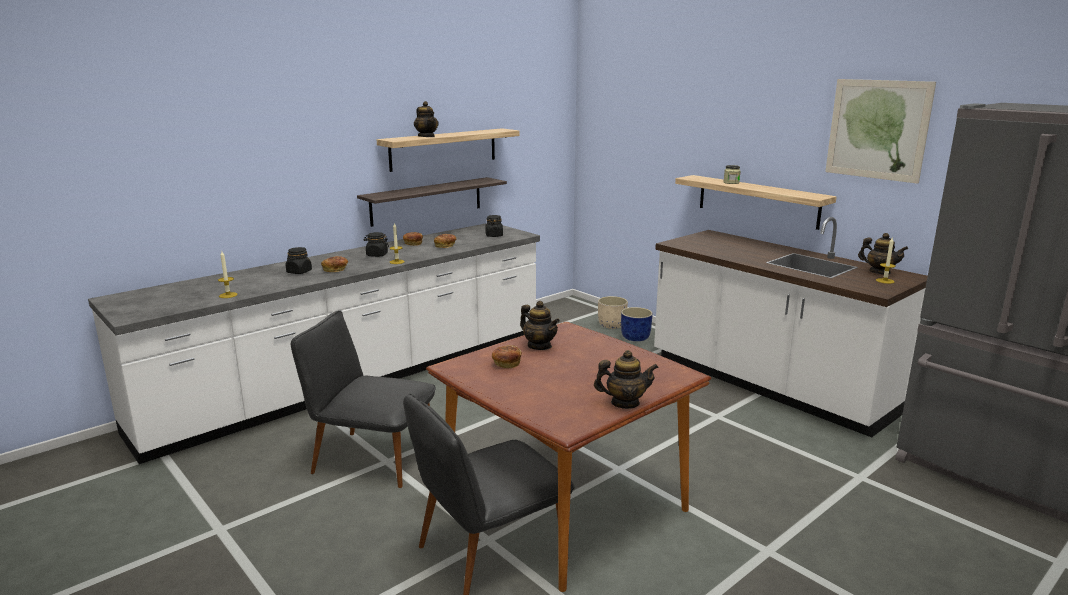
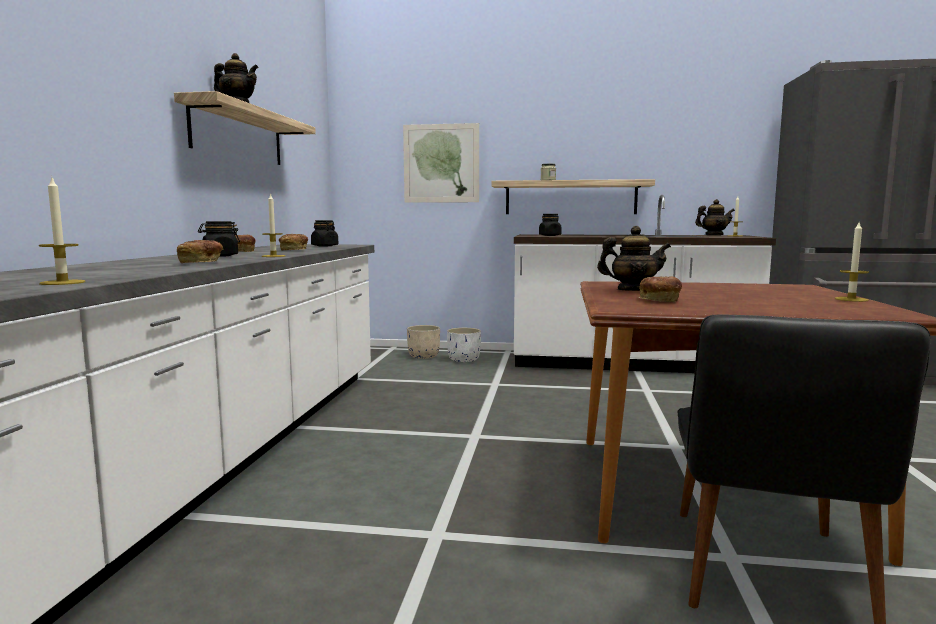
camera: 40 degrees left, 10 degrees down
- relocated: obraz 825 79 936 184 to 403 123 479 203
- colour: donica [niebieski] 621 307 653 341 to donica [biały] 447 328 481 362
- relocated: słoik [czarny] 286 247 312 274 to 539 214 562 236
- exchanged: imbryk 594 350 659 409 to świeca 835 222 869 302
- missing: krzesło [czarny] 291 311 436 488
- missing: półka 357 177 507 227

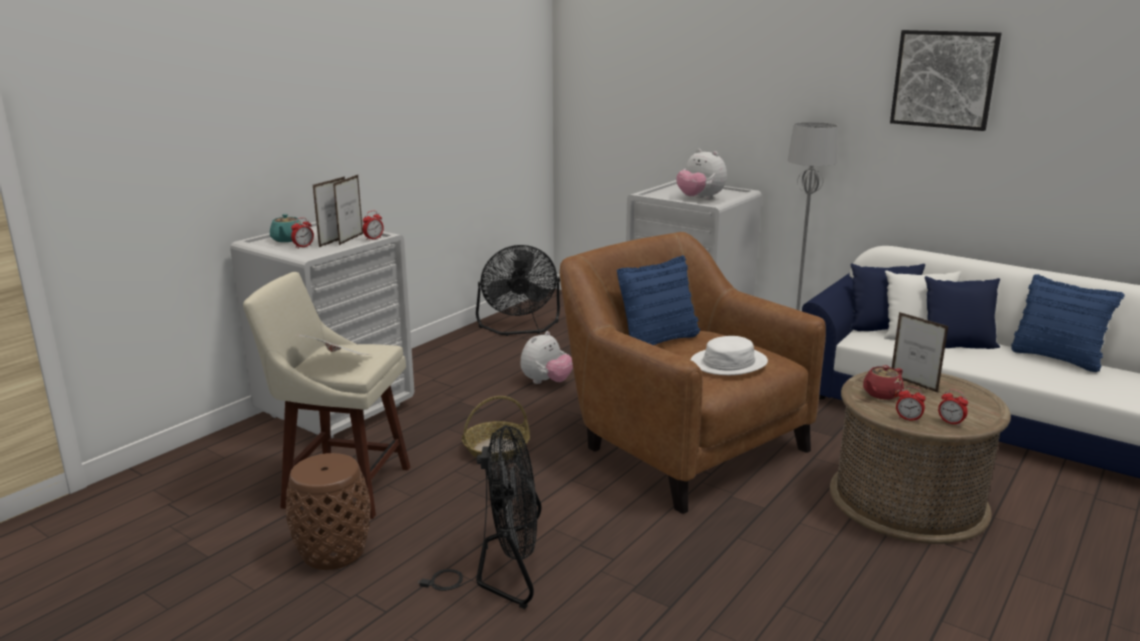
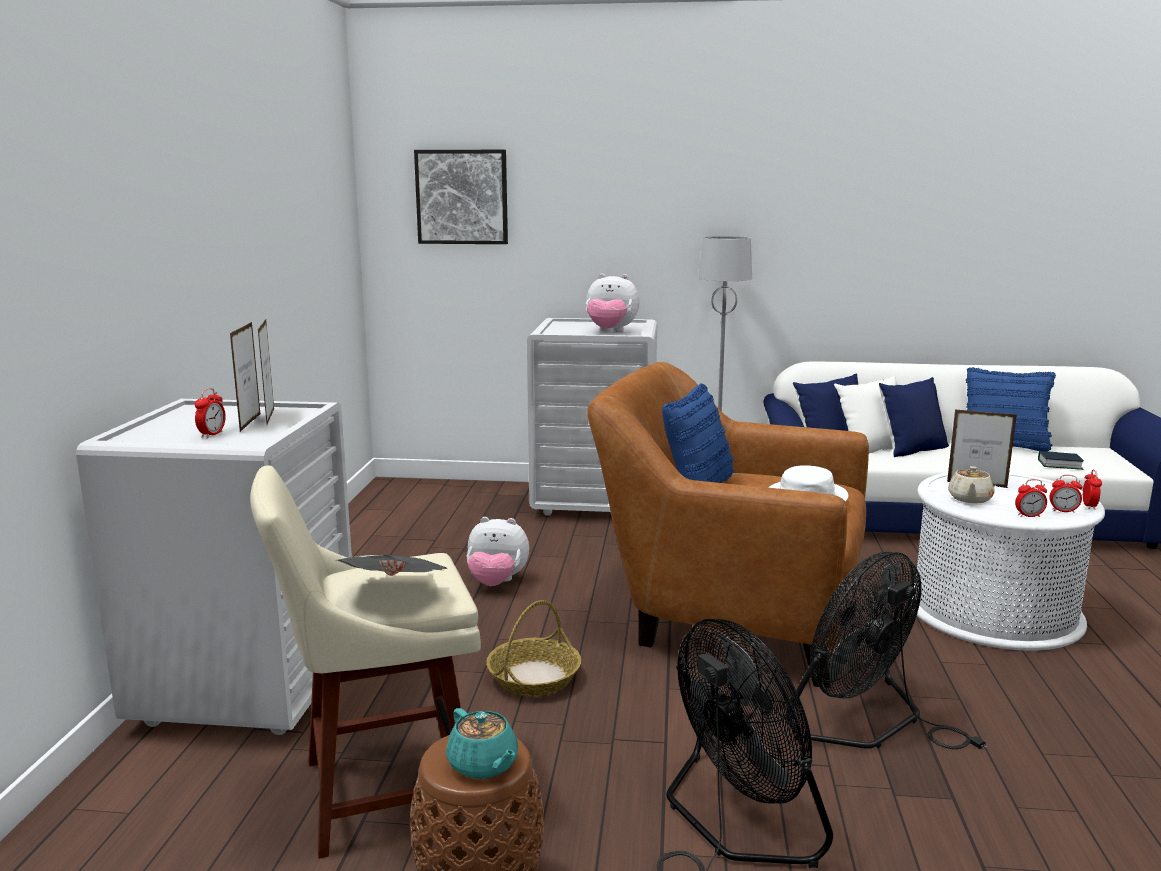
camera: 30 degrees left, 5 degrees down
- relocated: obraz 890 30 1001 131 to 414 150 508 244
- relocated: imbryk [turkusowy] 270 214 301 242 to 446 708 518 779
- spun: pluszak 521 331 573 384 = 467 517 529 586 90 degrees clockwise
- relocated: wentylator [czarny] 476 245 560 336 to 786 552 987 749
- colour: ława [brązowy] 830 371 1011 544 to ława [biały] 912 472 1105 651
- colour: imbryk [czerwony] 863 365 904 400 to imbryk [beżowy] 948 466 994 503
- appeared: książka 1038 451 1084 470
- relocated: budzik 363 211 384 240 to 1083 469 1102 510

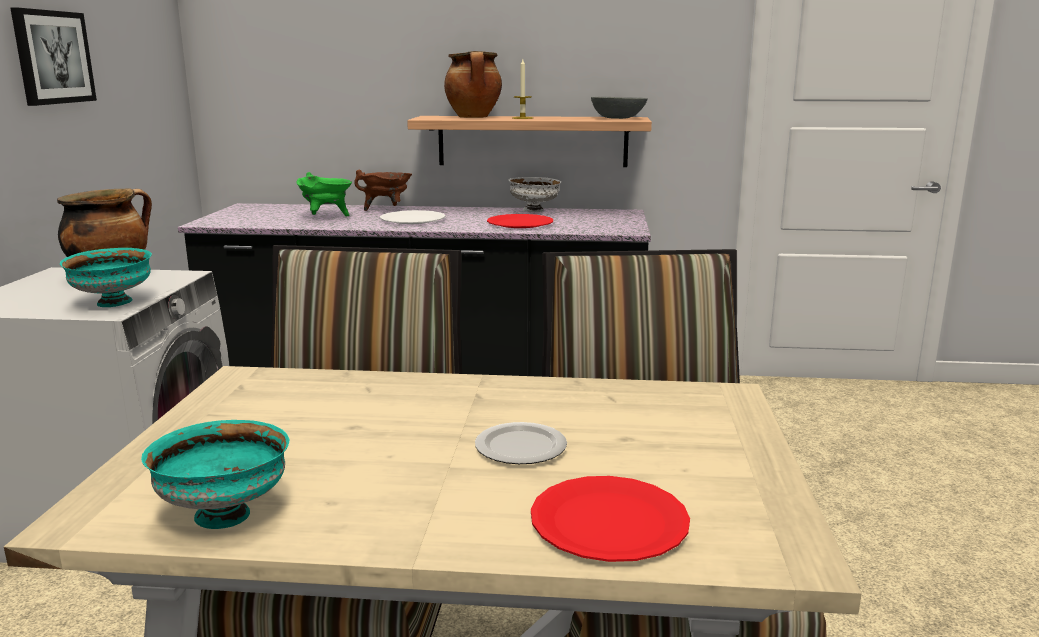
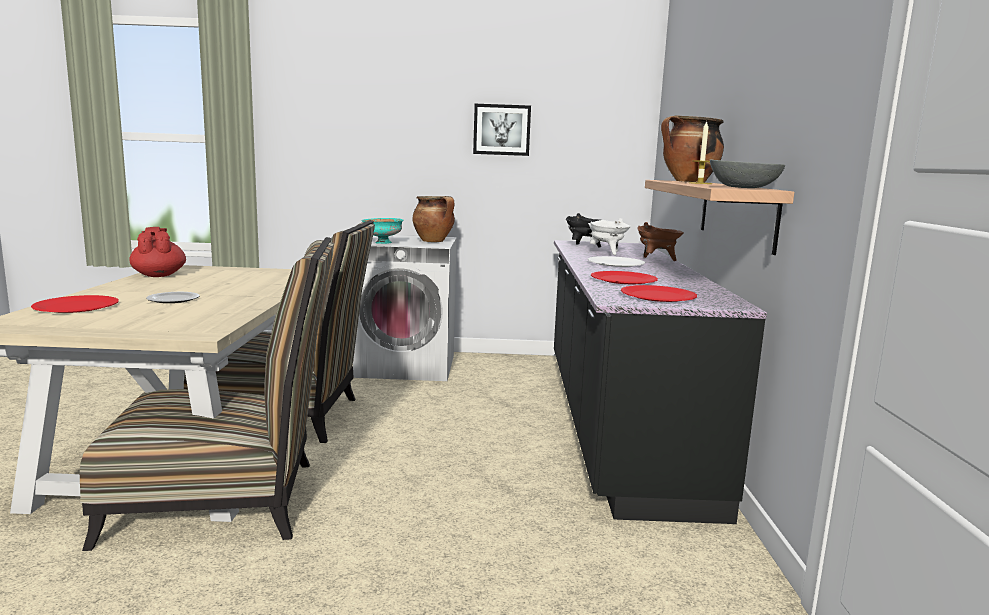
camera: 85 degrees right, 5 degrees down
- exchanged: miska [turkusowy] 141 420 289 529 to imbryk [czerwony] 129 227 186 277
- appeared: garnek [czarny] 566 213 601 248
- colour: garnek [zielony] 296 172 352 217 to garnek [biały] 588 218 631 255
- appeared: talerz [czerwony] 621 285 697 302
- missing: miska [biały] 508 177 561 212

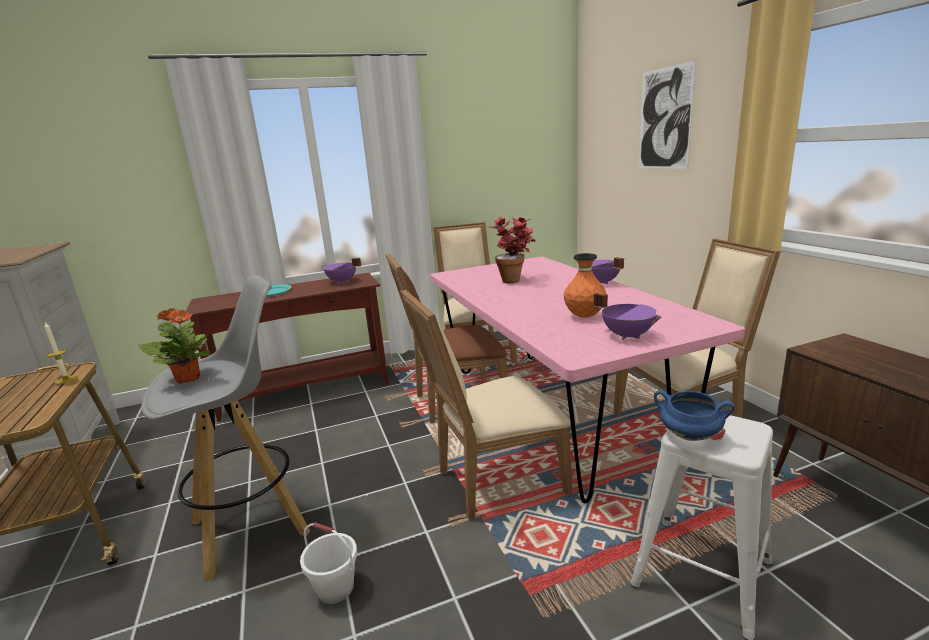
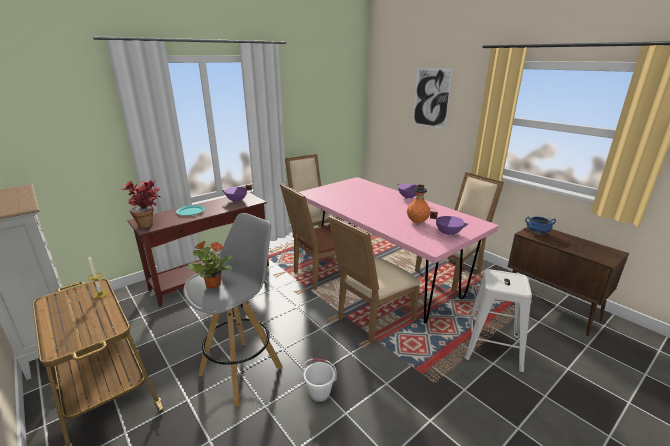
camera: 20 degrees left, 5 degrees up
- relocated: roślina doniczkowa 488 216 536 283 to 120 180 160 229
- relocated: garnek [niebieski] 654 390 735 441 to 525 217 556 235

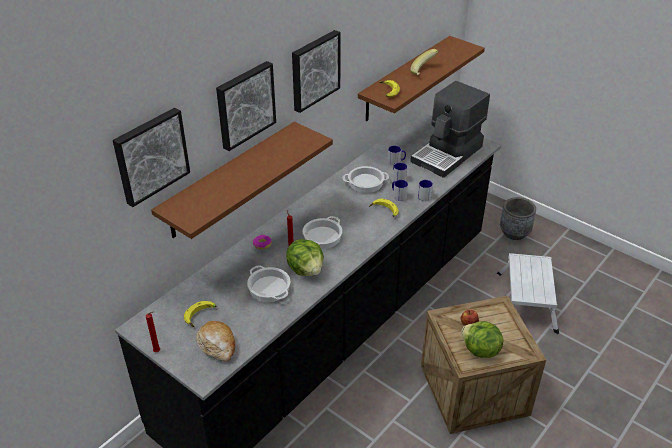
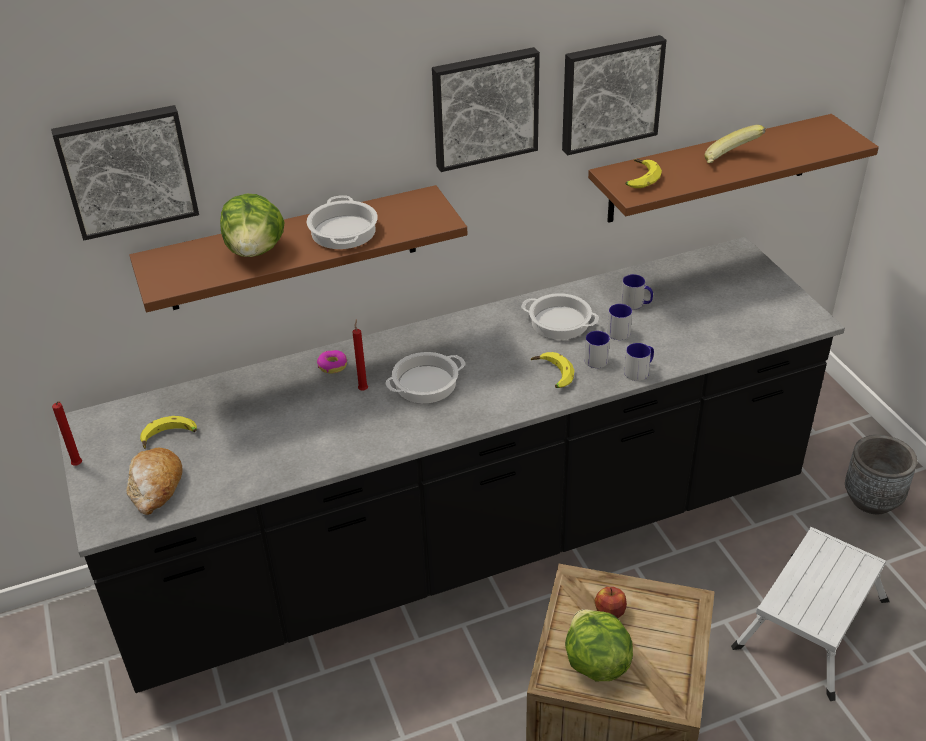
camera: 30 degrees right, 0 degrees up
- relocated: sałata 286 239 324 276 to 220 194 285 257
- relocated: garnek 247 265 290 302 to 307 195 378 249
- relocated: obraz 216 61 276 151 to 562 35 666 155
- missing: ekspres do kawy 410 81 490 178

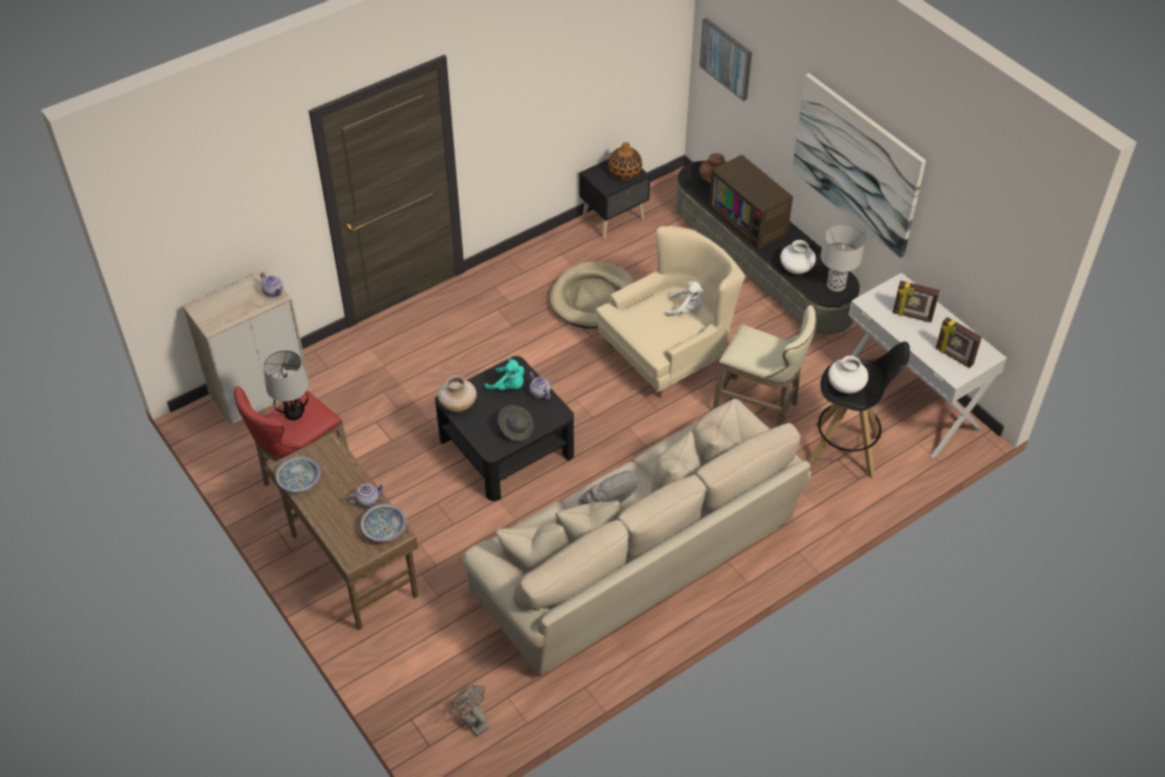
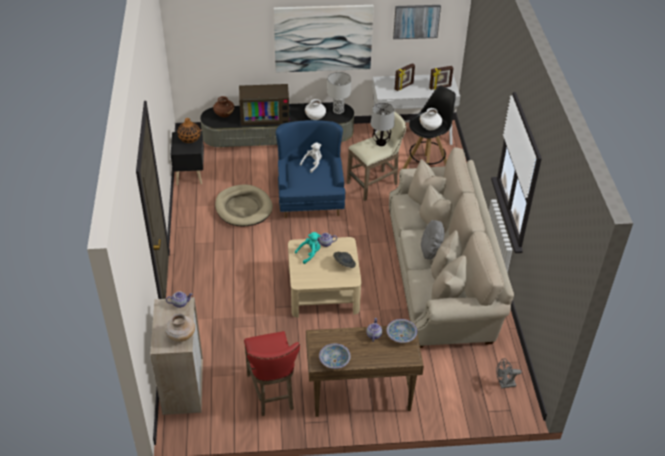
camera: 60 degrees left, 5 degrees down
- relocated: wazon [beżowy] 438 375 477 412 to 165 313 195 342
- colour: fotel [beżowy] 596 226 746 398 to fotel [niebieski] 276 120 346 218
- colour: ława [czarny] 435 356 574 501 to ława [beżowy] 288 237 361 317
- relocated: lampa stołowa 264 350 309 420 to 370 103 395 146
- relocated: obraz 699 18 752 101 to 393 5 441 39

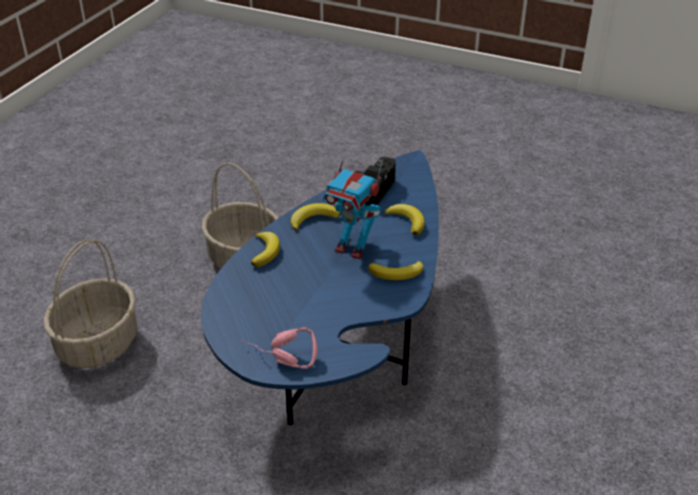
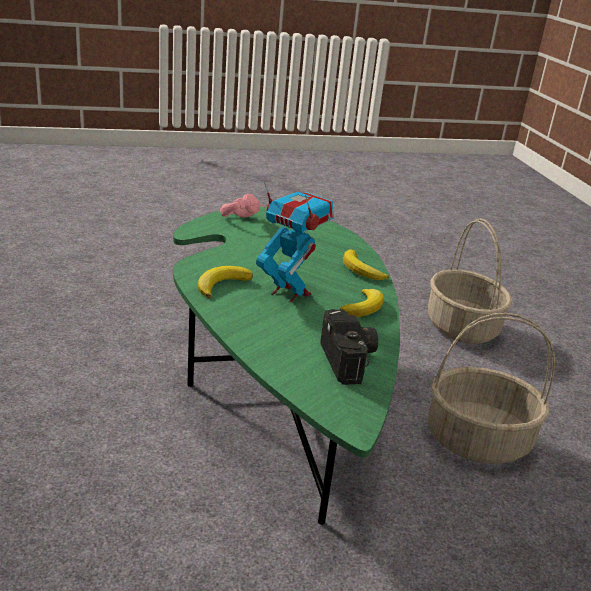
camera: 140 degrees right, 10 degrees down
- colour: ława [niebieski] 201 151 439 425 to ława [zielony] 173 207 400 525
- spun: robot zabawkowy 323 149 383 259 = 256 181 334 303 45 degrees clockwise
- missing: banan 384 204 425 235

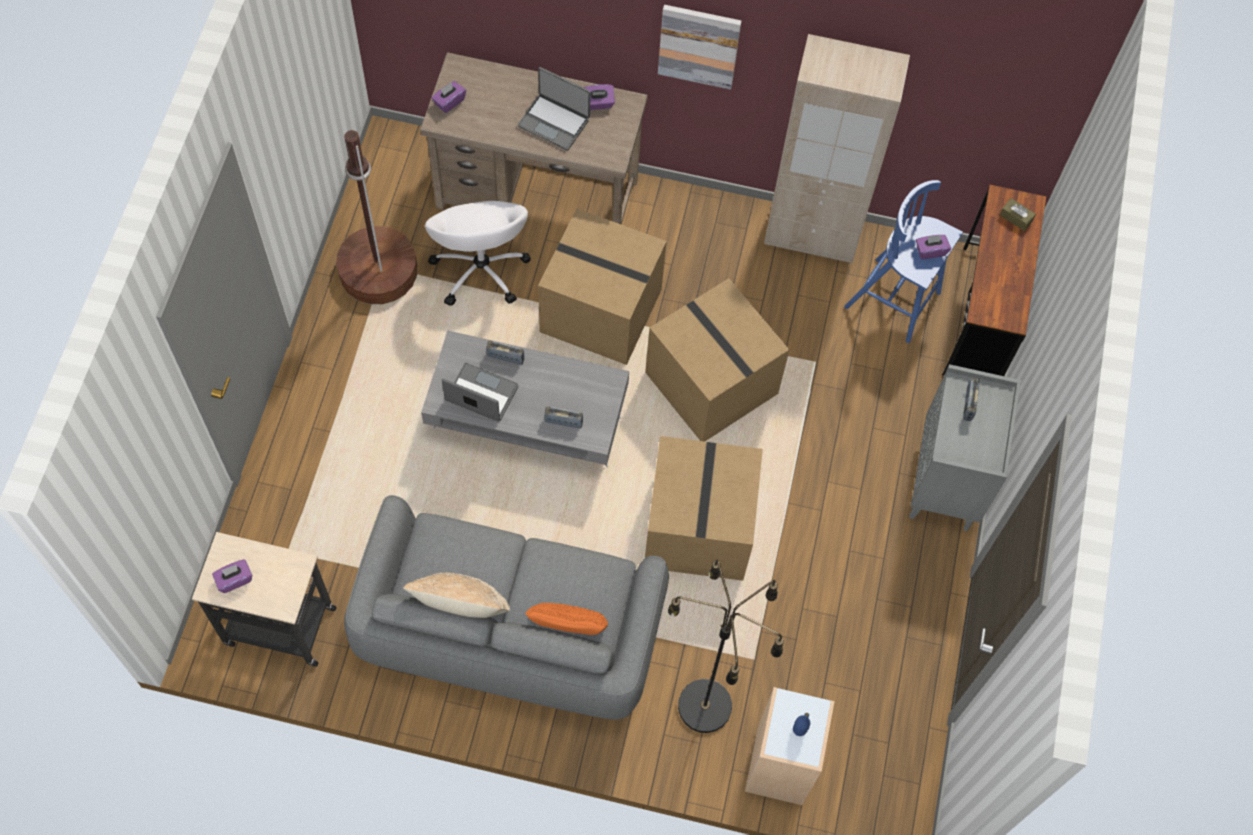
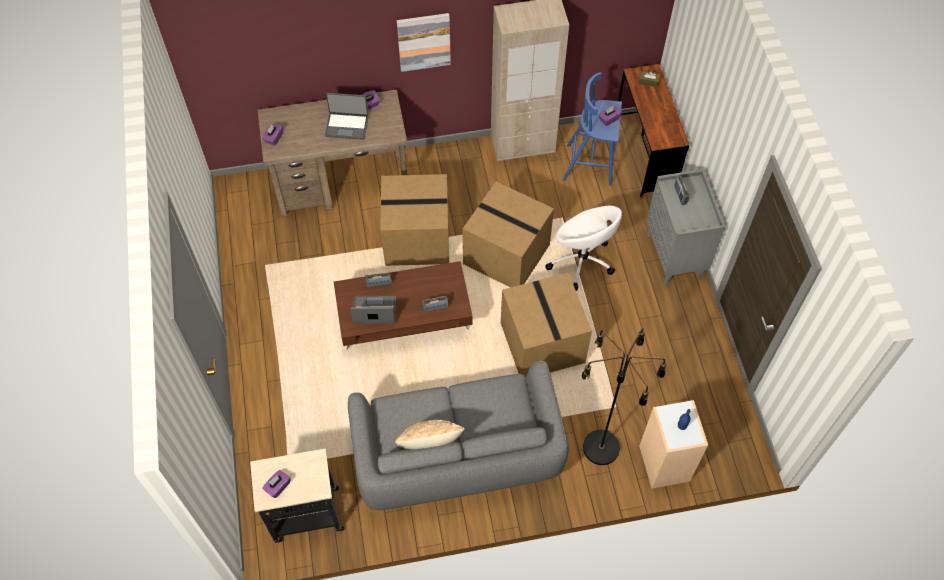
camera: 20 degrees left, 5 degrees down
- colour: ława [szary] 421 330 629 468 to ława [brązowy] 334 261 473 349
- relocated: krzesło biurowe [biały] 425 201 531 306 to 545 206 622 291
- missing: lampa stojąca [brązowy] 336 130 417 304
- missing: poduszka [pomarańczowy] 525 603 608 635

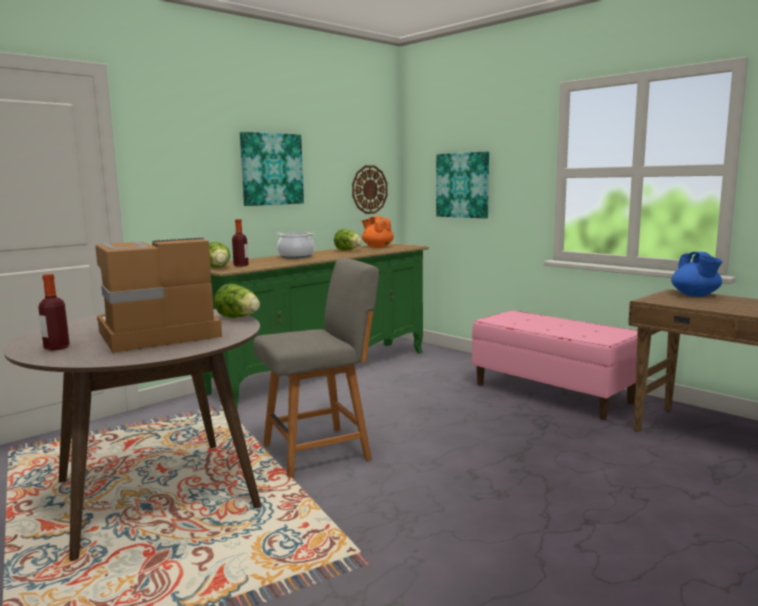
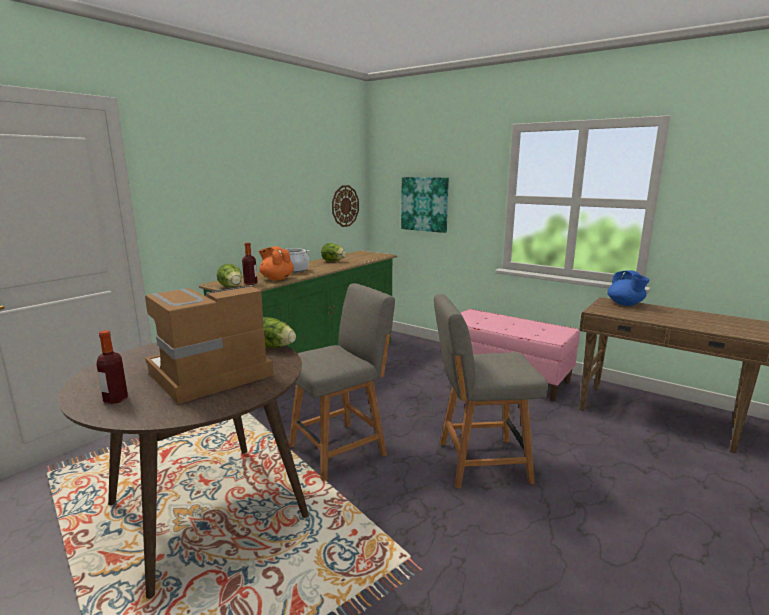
camera: 10 degrees left, 5 degrees up
- relocated: imbryk [pomarańczowy] 362 216 394 248 to 259 246 294 280
- appeared: krzesło [szary] 434 294 548 488
- missing: obraz 240 132 304 206

